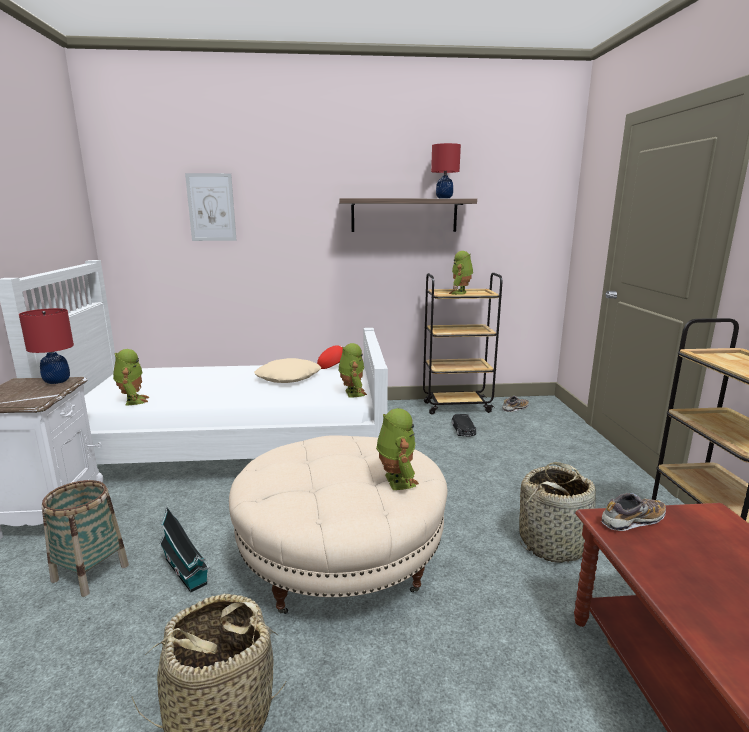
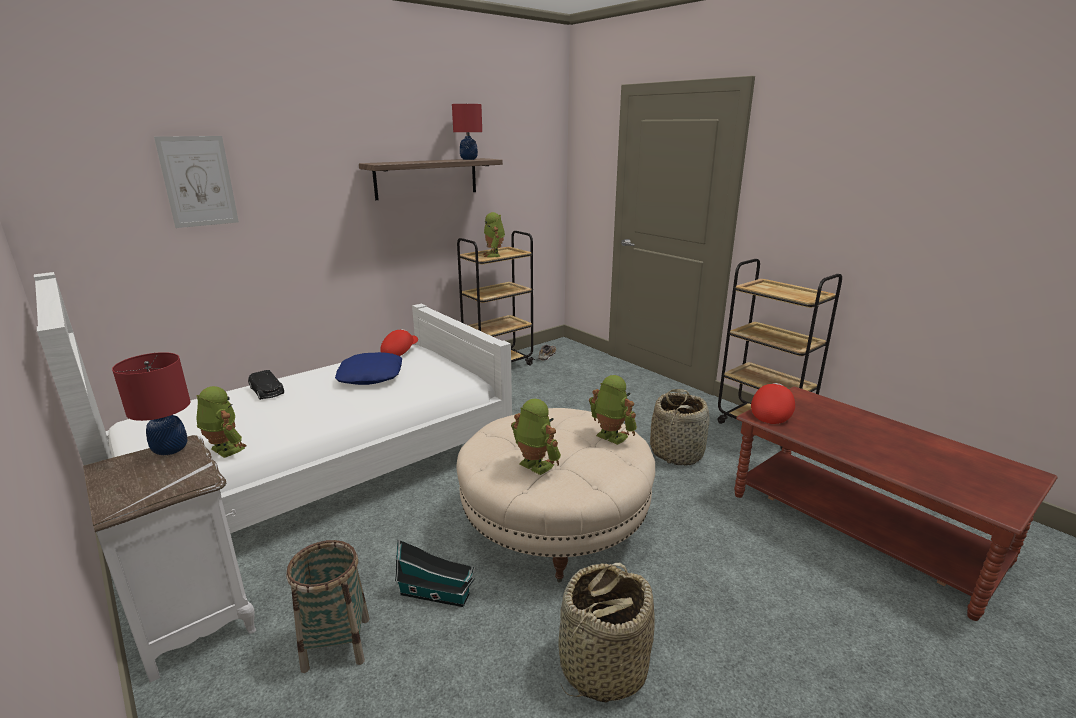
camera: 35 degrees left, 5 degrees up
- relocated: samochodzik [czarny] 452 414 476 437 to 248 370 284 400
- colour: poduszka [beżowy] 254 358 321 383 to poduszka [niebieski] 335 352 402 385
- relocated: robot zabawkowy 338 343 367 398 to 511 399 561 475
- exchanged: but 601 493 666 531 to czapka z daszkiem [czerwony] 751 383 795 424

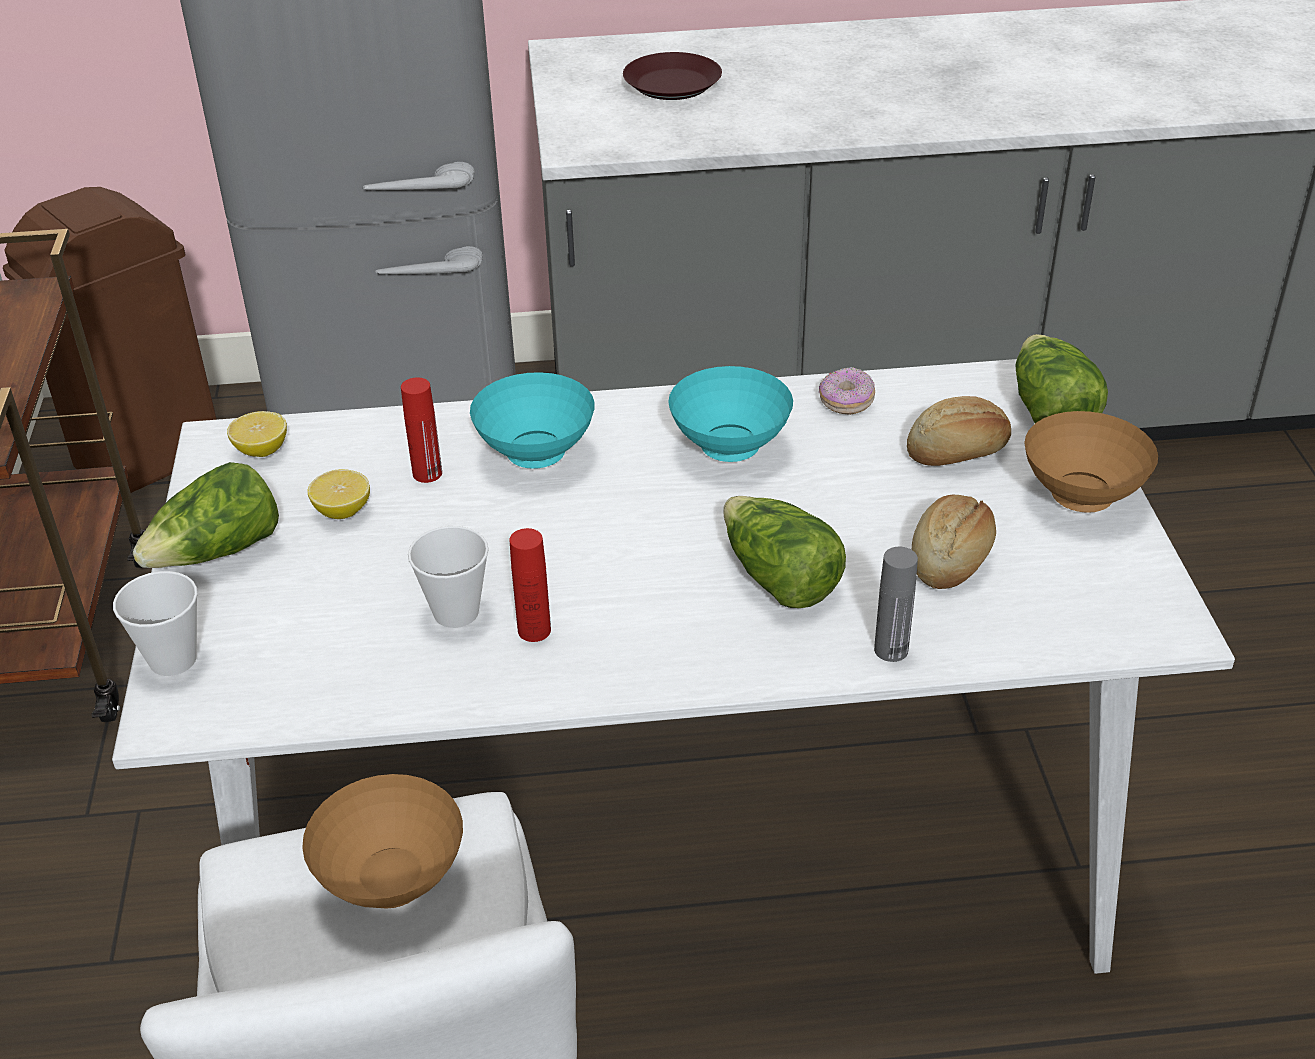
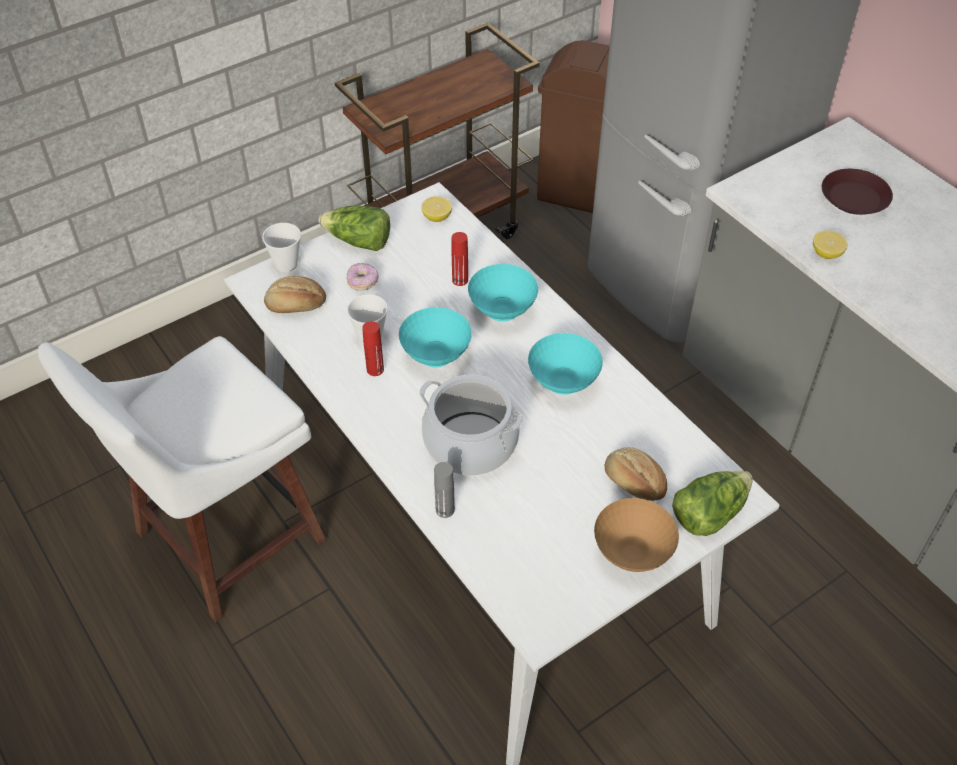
camera: 60 degrees right, 10 degrees up
- relocated: chleb 912 495 996 589 to 264 276 326 313
- relocated: donut 819 367 875 415 to 347 263 379 291
- appeared: miska [turkusowy] 399 307 472 367
- exchanged: sałata 723 496 846 608 to garnek 419 375 523 476
- relocated: cytryna 307 469 370 519 to 813 231 848 259
- missing: miska [brązowy] 302 774 463 908

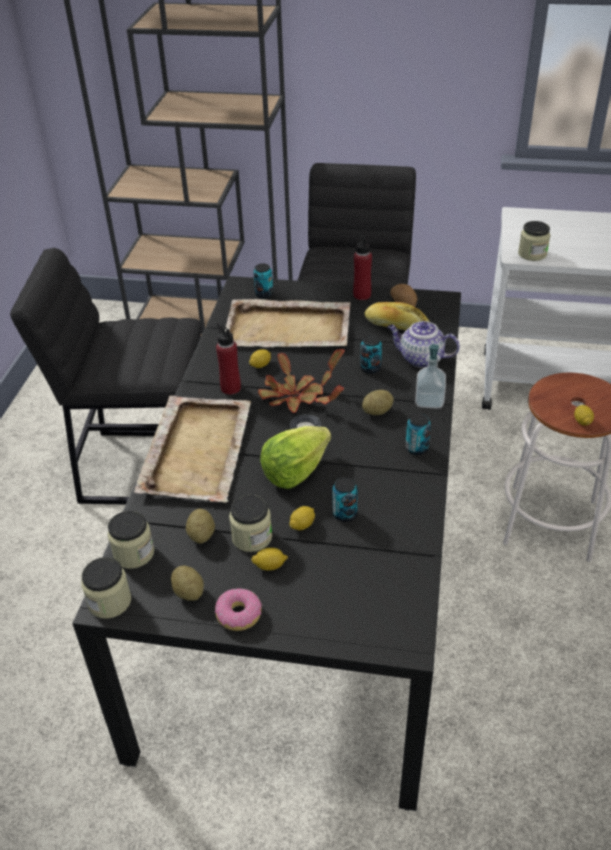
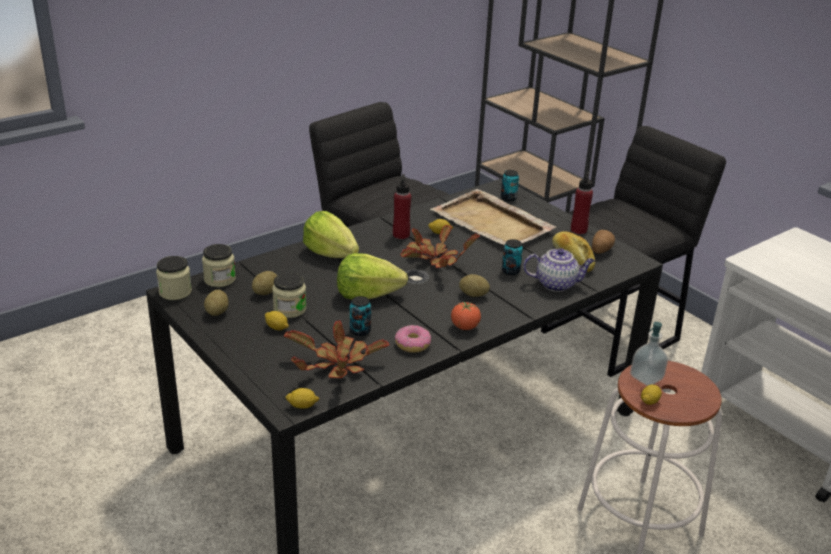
camera: 40 degrees right, 10 degrees down
- appeared: roślina doniczkowa 284 320 389 378
- relocated: cytryna 289 506 315 530 to 285 388 320 408
- exchanged: taca [beżowy] 134 395 251 503 to sałata 303 211 359 258
- relocated: donut 215 589 262 631 to 395 325 431 353
- exchanged: puszka 406 413 431 455 to pomidor 451 302 481 330
- spun: imbryk 388 321 460 368 = 523 248 595 292 120 degrees clockwise
- relocated: dozownik mydła 415 344 446 409 to 630 322 668 386
- missing: słoik 518 221 551 261

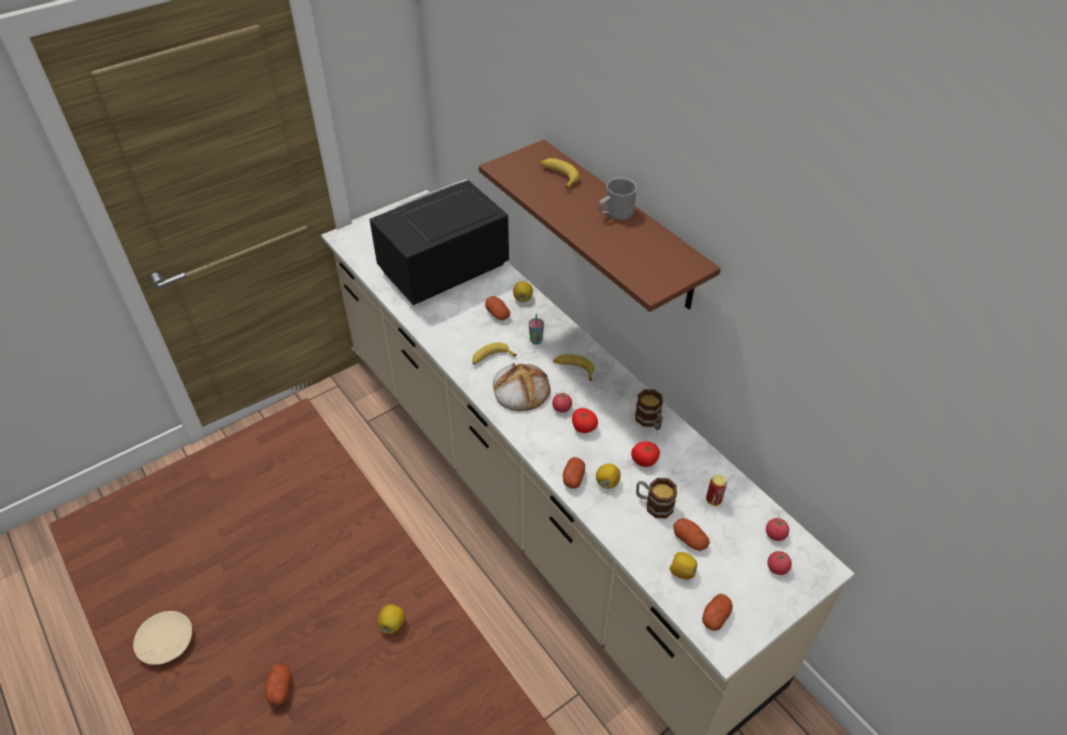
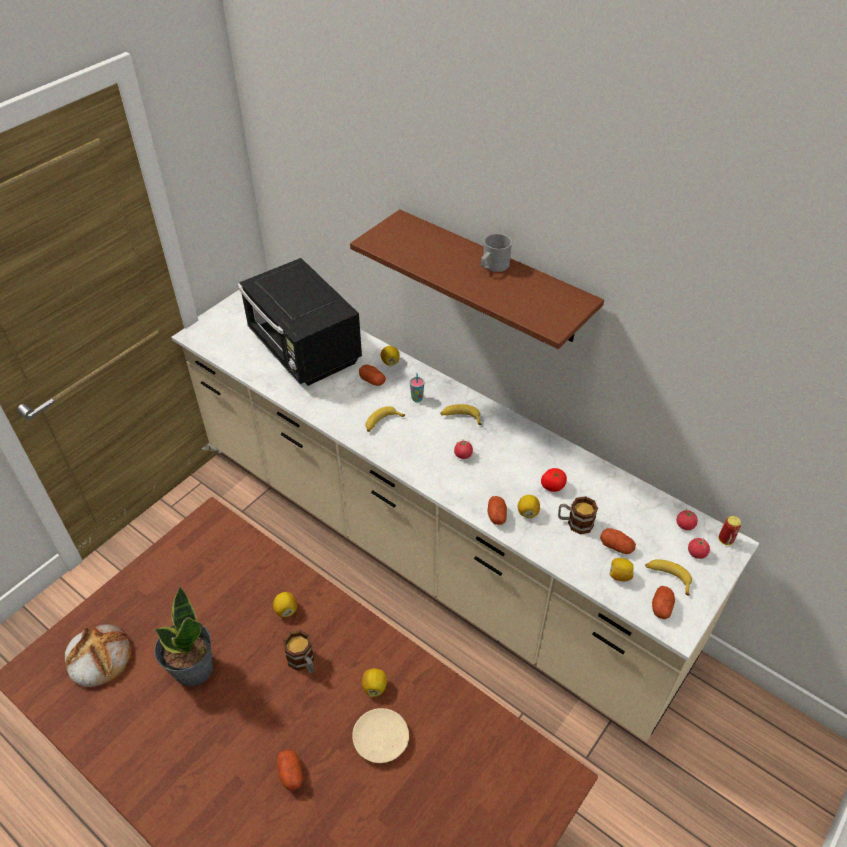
camera: 15 degrees left, 0 degrees up
- relocated: chleb 493 363 550 411 to 65 624 133 687
- appeared: roślina doniczkowa 154 586 213 687
- spun: mikrofalówka [czarny] 369 180 509 305 = 238 258 362 386 75 degrees counterclockwise
- appeared: cytryna 273 592 297 617
- relocated: kubek 635 389 663 430 to 283 630 314 674
- relocated: talerz [beżowy] 133 611 192 665 to 352 708 409 763
- relocated: banan 541 158 579 189 to 645 559 692 596
- relocated: puszka 706 475 727 506 to 719 516 741 545
- missing: pomidor 572 408 598 433

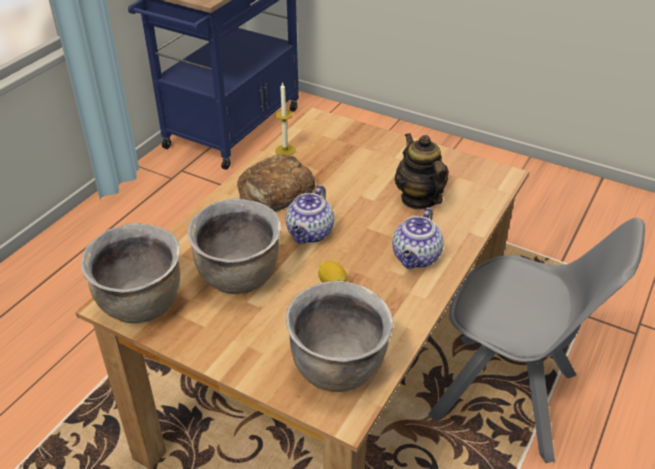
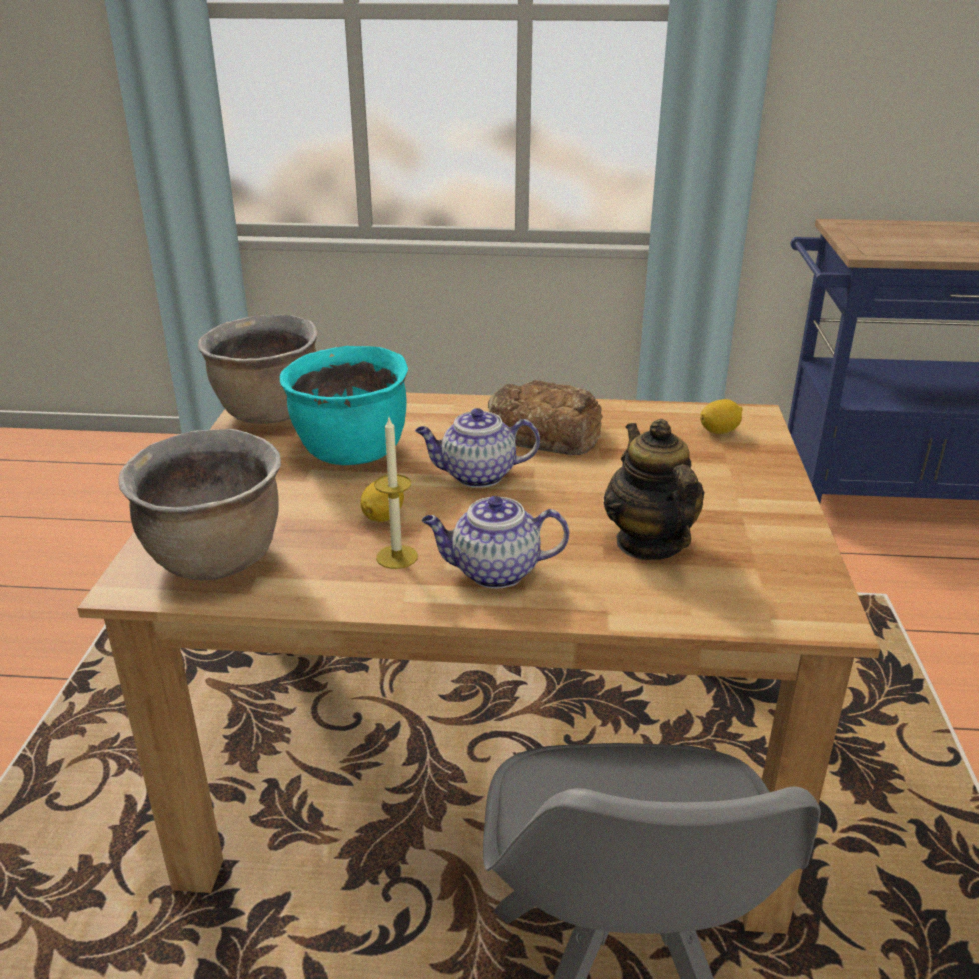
camera: 65 degrees right, 10 degrees down
- colour: garnek [brązowy] 188 198 281 294 to garnek [turkusowy] 279 346 408 465
- relocated: świeca 275 82 296 156 to 374 418 418 569
- spun: imbryk 395 133 449 210 = 603 419 704 560 60 degrees counterclockwise
- appeared: cytryna 700 399 743 434

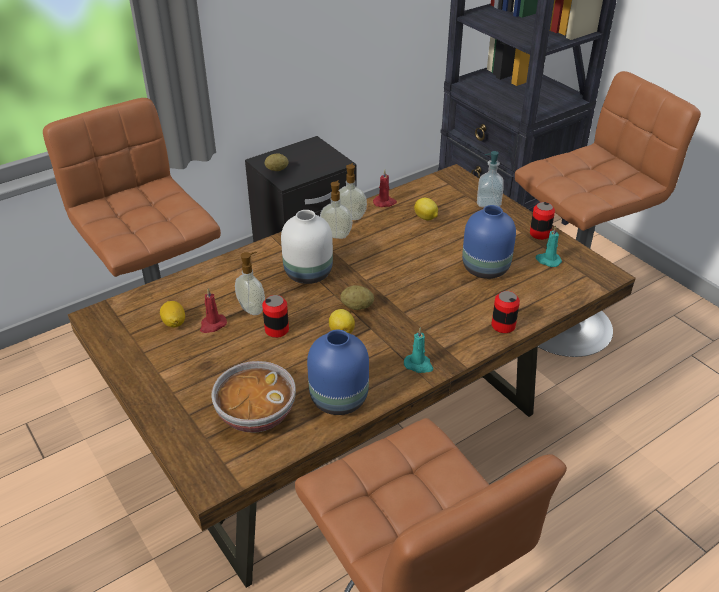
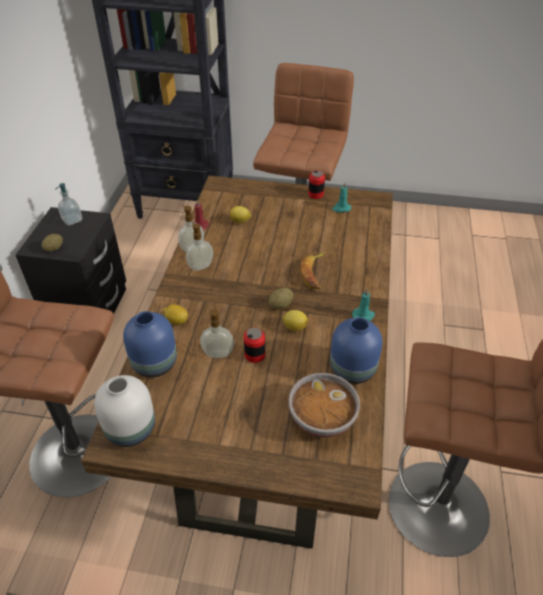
camera: 45 degrees left, 5 degrees up
- relocated: dozownik mydła 477 151 504 207 to 56 183 82 226
- relocated: wazon [biały] 281 210 333 284 to 94 375 155 447
- relocated: wazon [niebieski] 462 205 516 279 to 123 311 177 378
- relocated: cytryna 160 301 185 328 to 163 304 188 324
- appeared: banan 301 253 326 289
- missing: świeca [czerwony] 200 288 227 333
- missing: puszka 492 291 520 333

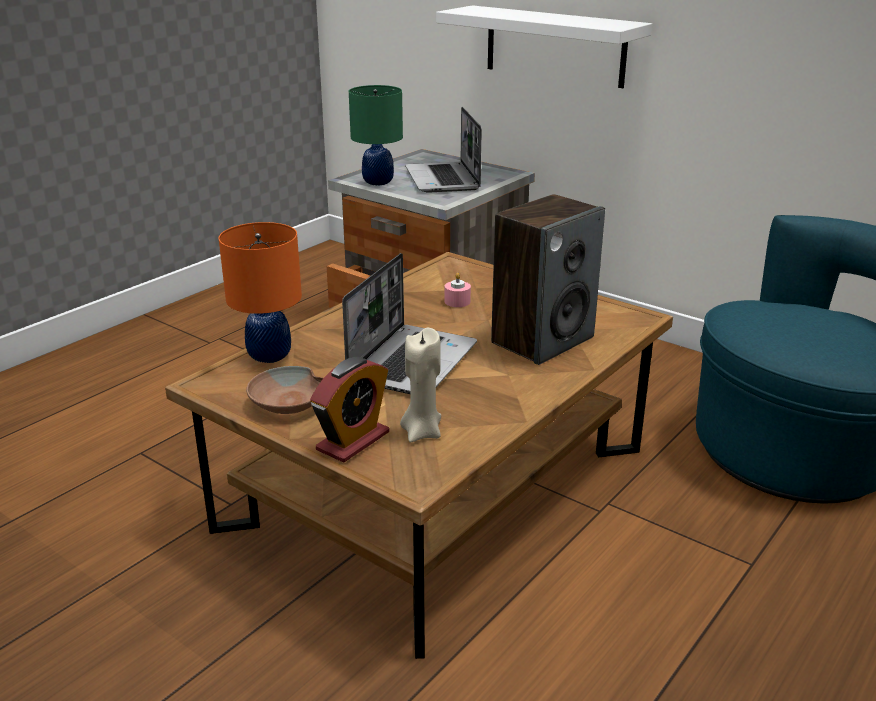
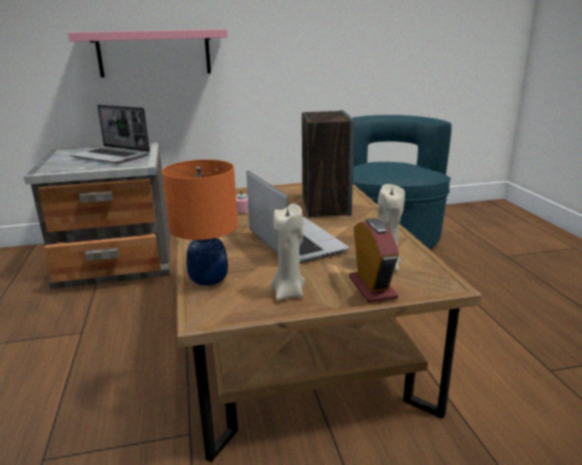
camera: 50 degrees left, 5 degrees down
- colour: półka [biały] 436 5 652 88 to półka [różowy] 68 29 228 77
- exchanged: miska [brązowy] 246 366 323 414 to świeca [beżowy] 271 204 305 300
- missing: lampa stołowa [zielony] 349 85 403 186

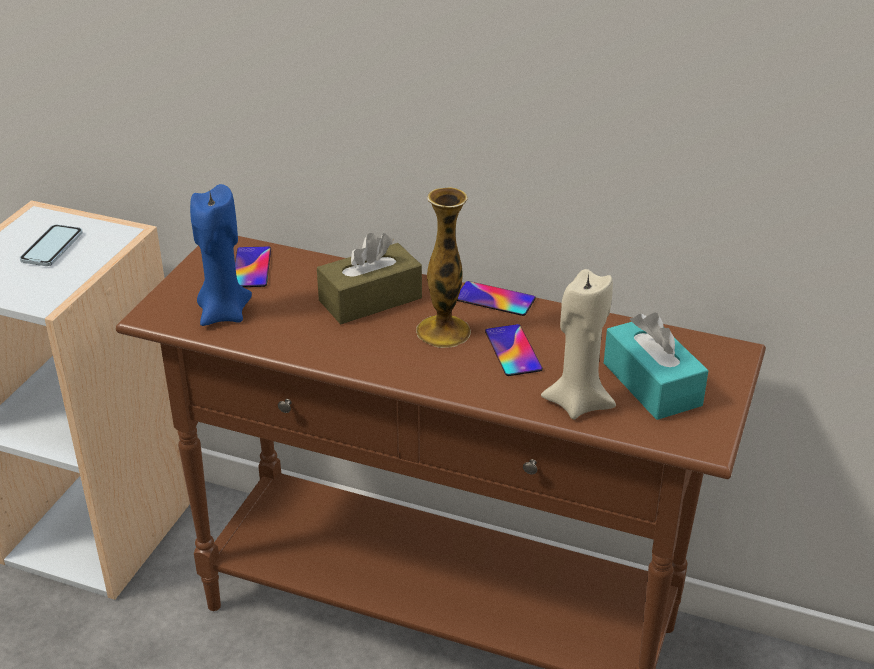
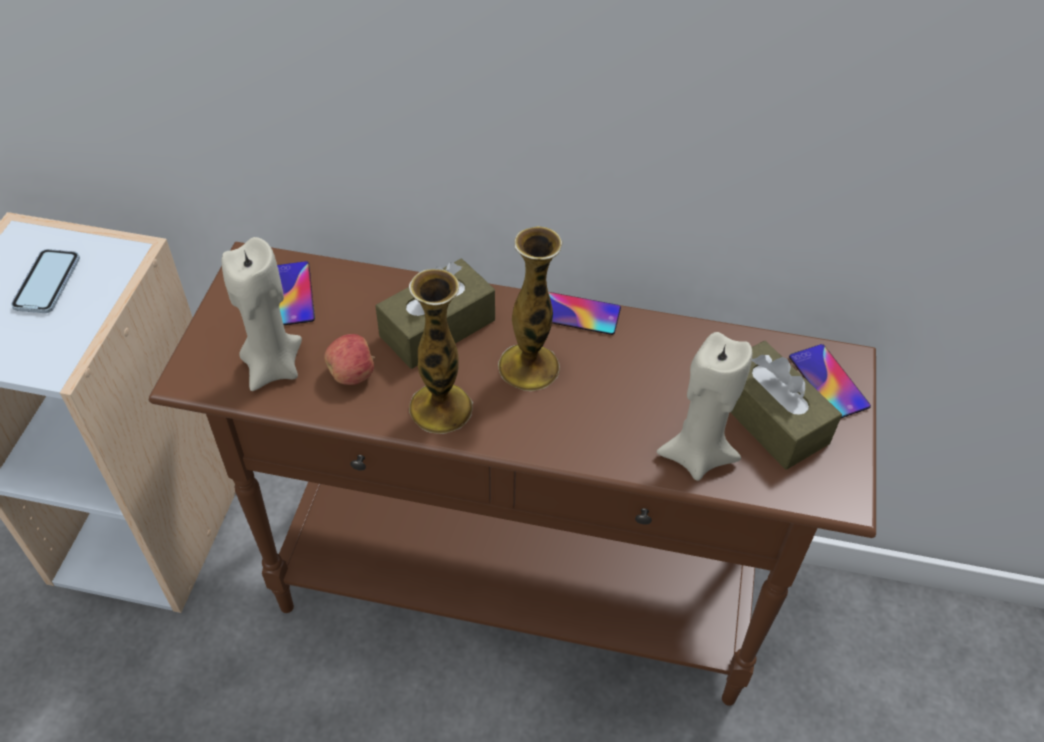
camera: 10 degrees left, 15 degrees up
- colour: świeca [niebieski] 190 184 252 326 to świeca [beżowy] 222 237 302 391
- appeared: jabłko 324 334 375 385
- appeared: wazon 409 269 473 434
- colour: pudełko chusteczek [turkusowy] 604 312 709 420 to pudełko chusteczek [brązowy] 730 341 842 470
- relocated: telefon 485 324 543 376 to 789 344 871 418

